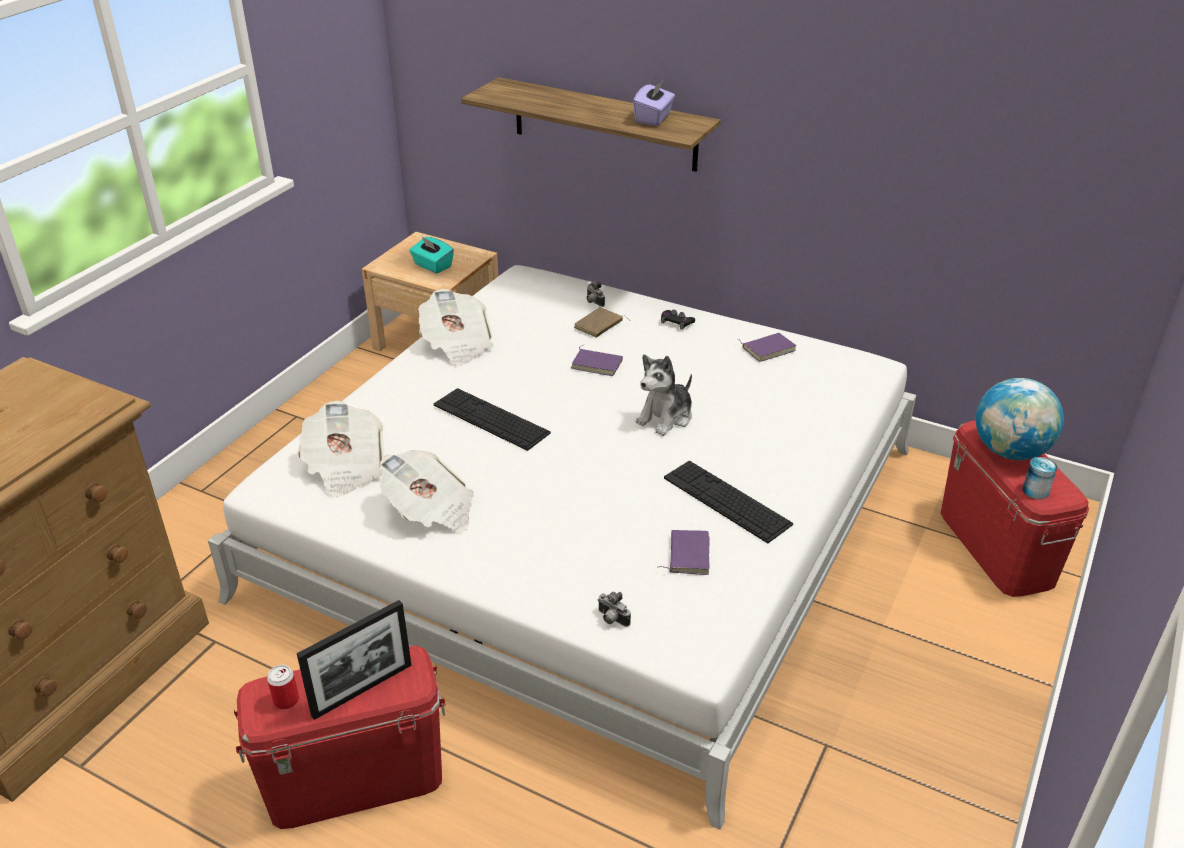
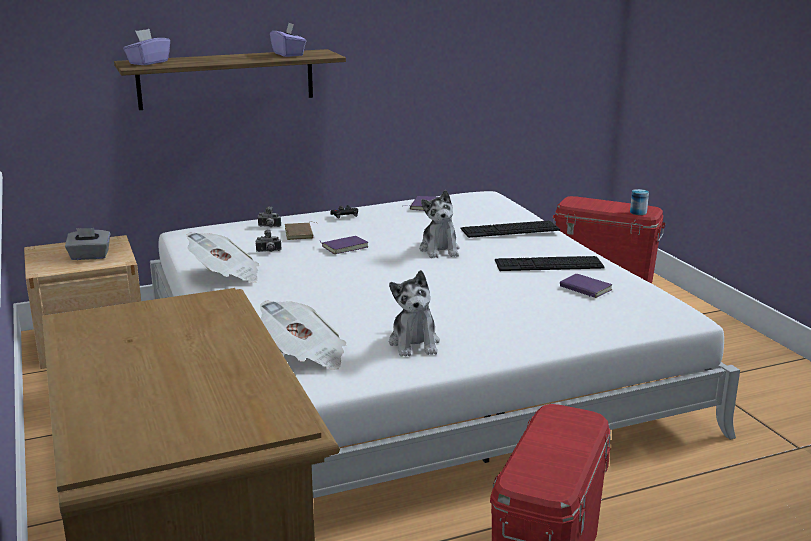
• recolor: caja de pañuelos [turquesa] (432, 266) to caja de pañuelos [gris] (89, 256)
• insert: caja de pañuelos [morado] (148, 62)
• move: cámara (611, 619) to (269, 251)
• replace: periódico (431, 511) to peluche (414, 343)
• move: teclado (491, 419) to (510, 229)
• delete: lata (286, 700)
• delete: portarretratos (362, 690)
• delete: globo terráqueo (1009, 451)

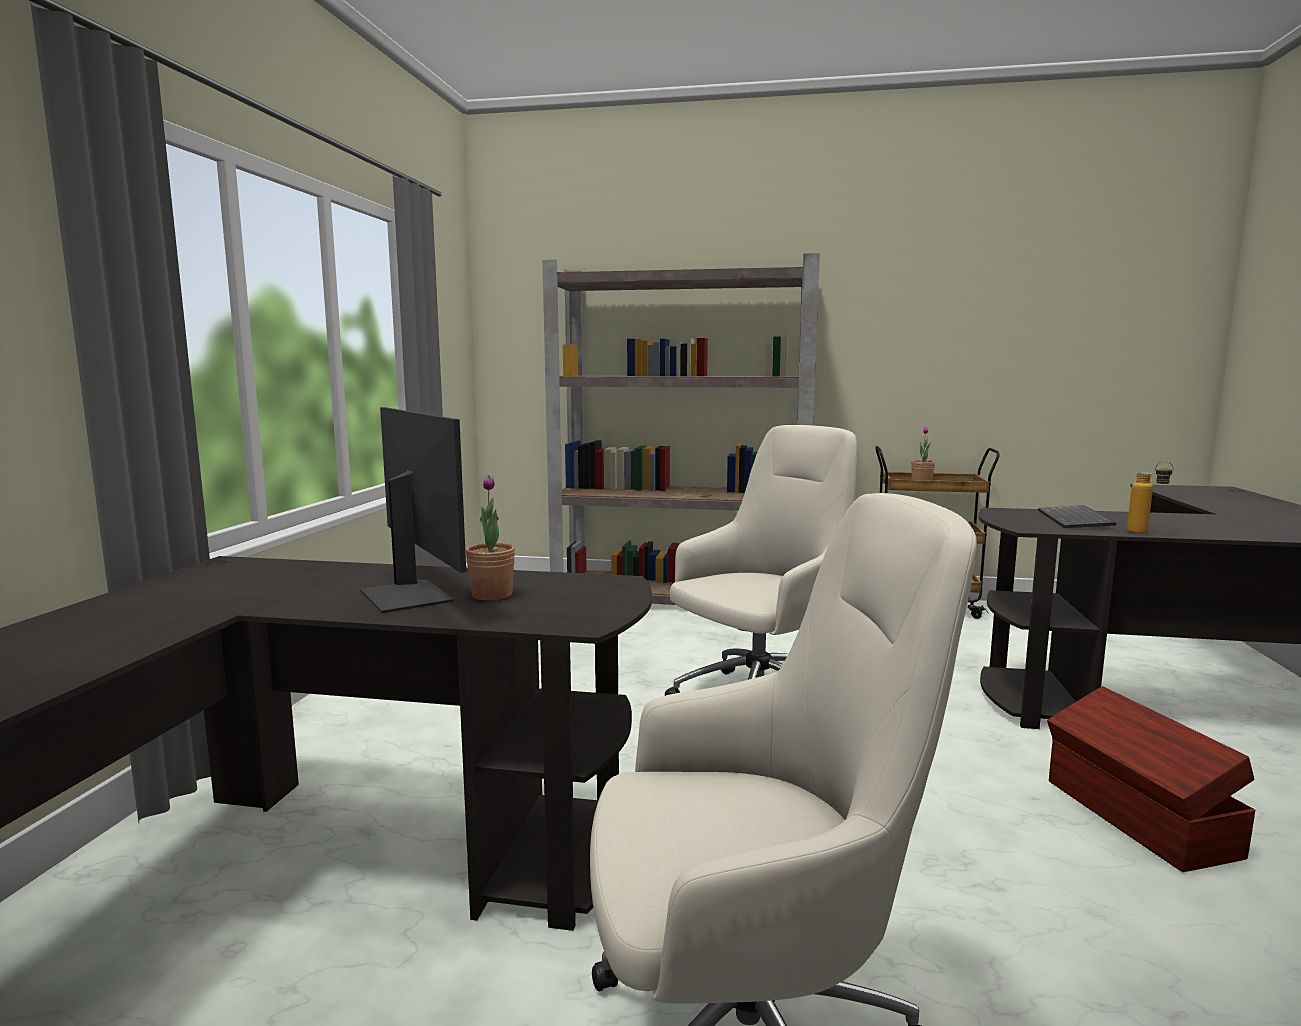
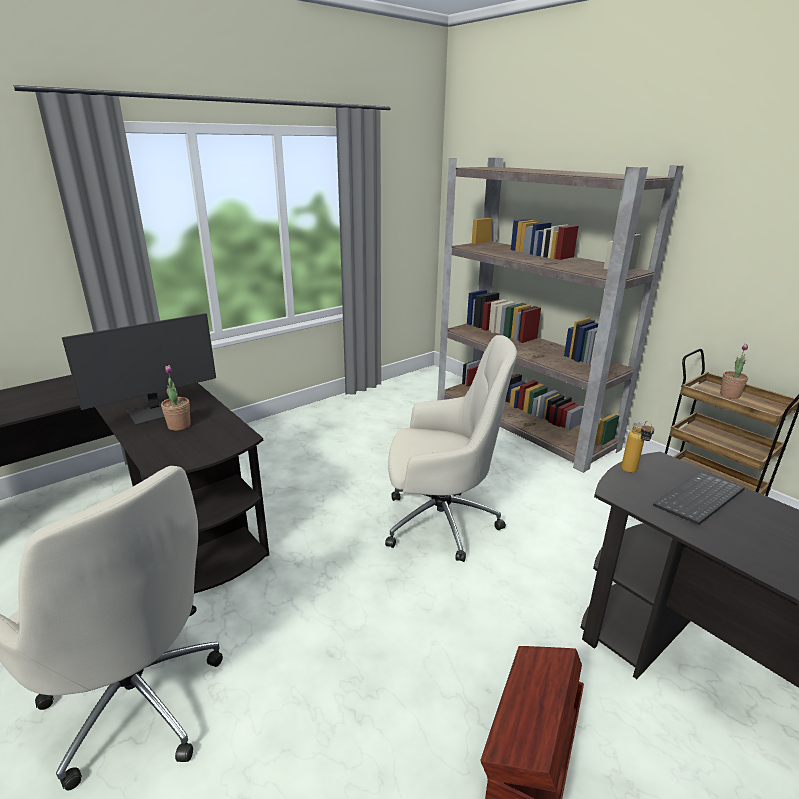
• rotate: monitor (409, 595) = (155, 412) 45 degrees clockwise
• move: botella (1145, 533) to (632, 473)

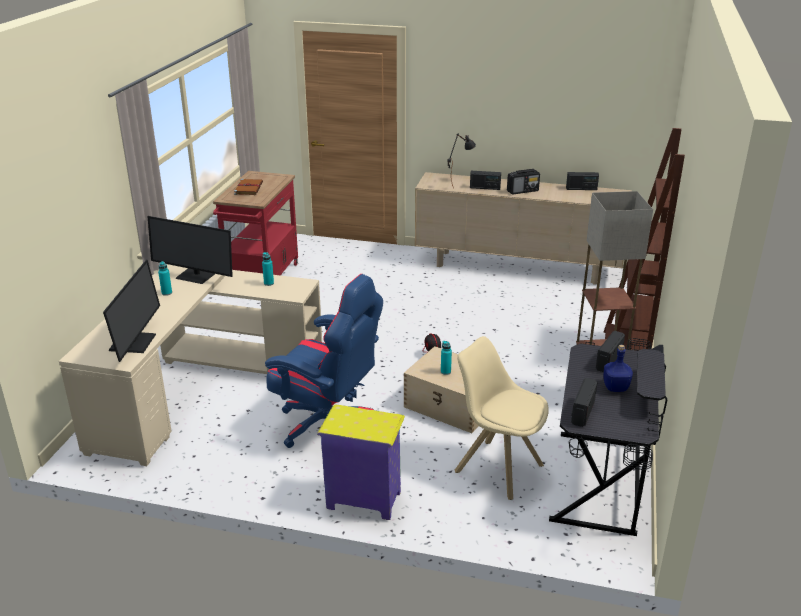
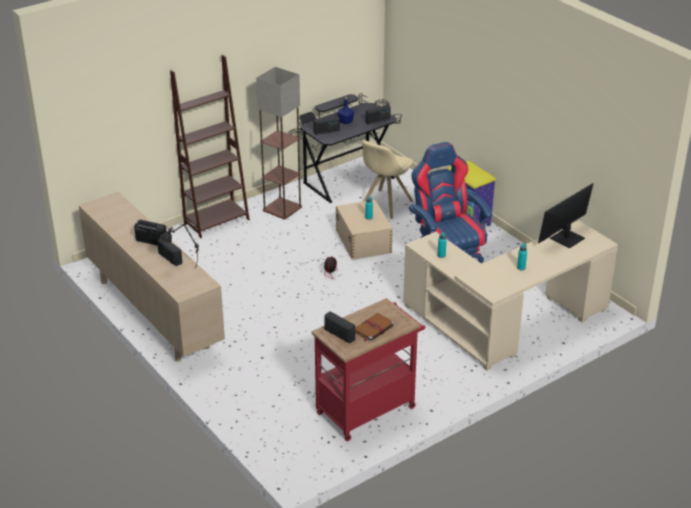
• move: radio (581, 189) to (340, 334)
• rotate: silla [beis] (498, 468) = (385, 204) 45 degrees clockwise
• delete: monitor (196, 275)

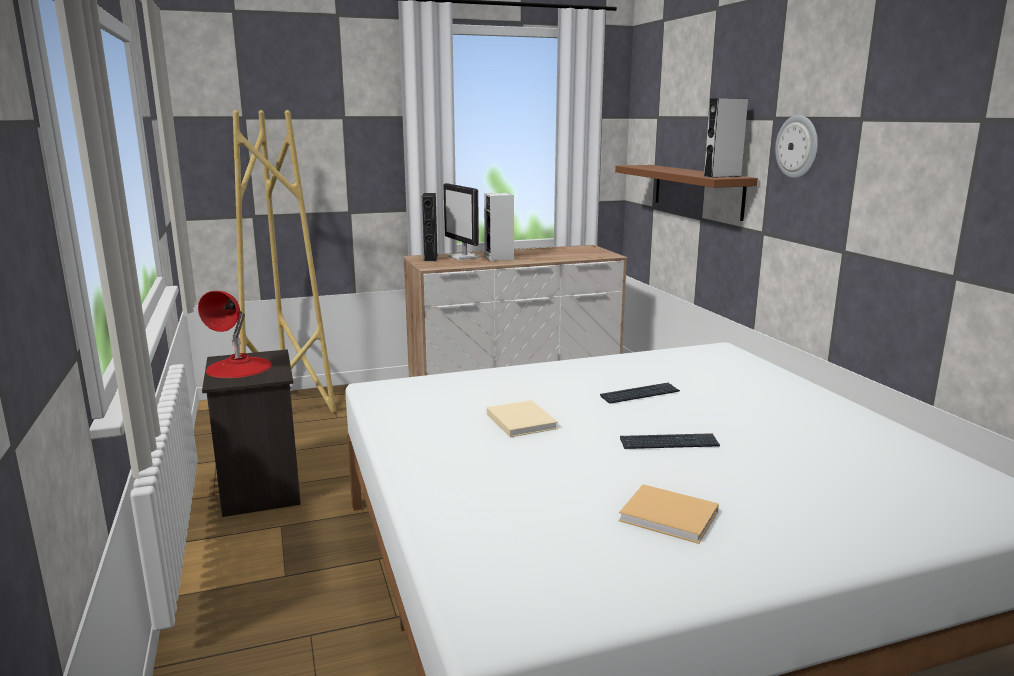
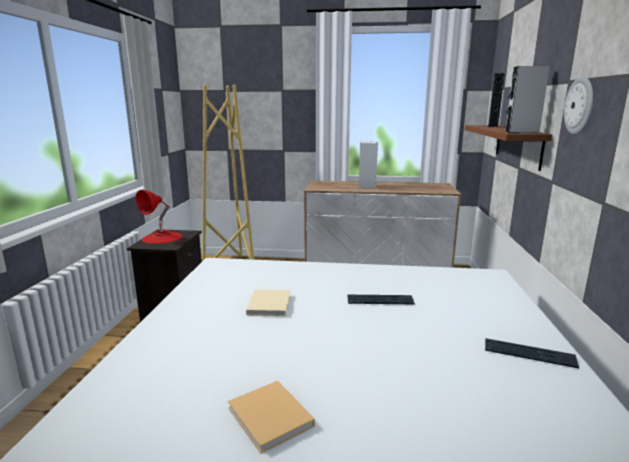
• move: teclado (669, 443) to (529, 354)
• move: altavoz [negro] (430, 258) to (493, 126)
• delete: monitor (464, 257)

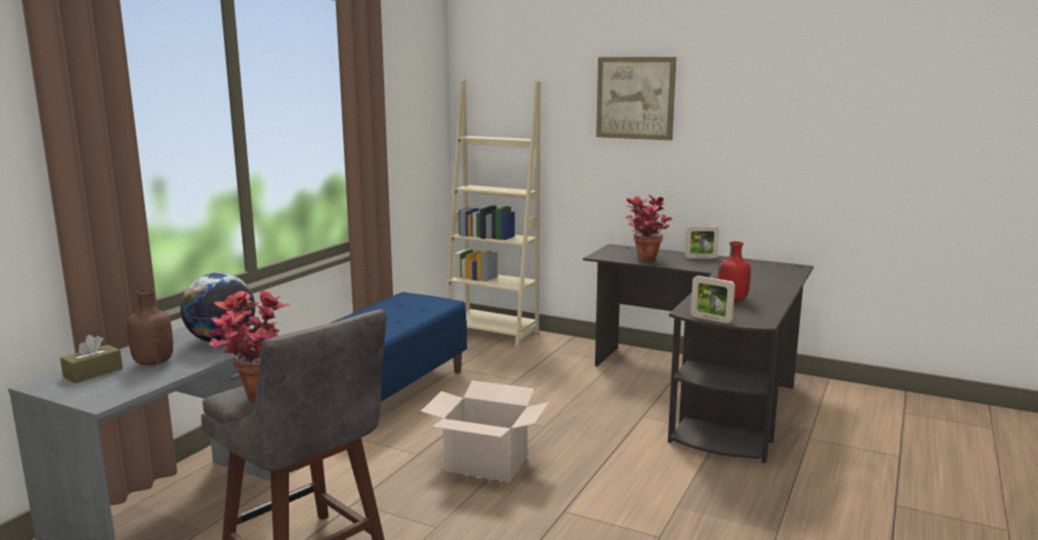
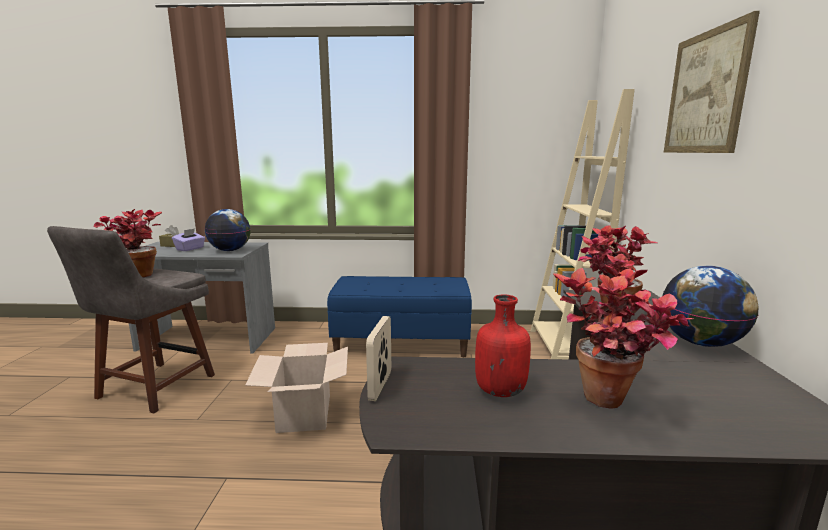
• replace: botella [marrón] (153, 363) to caja de pañuelos [morado] (190, 249)
• insert: planta en maceta (610, 408)
• replace: portarretratos (700, 258) to globo terráqueo (701, 343)

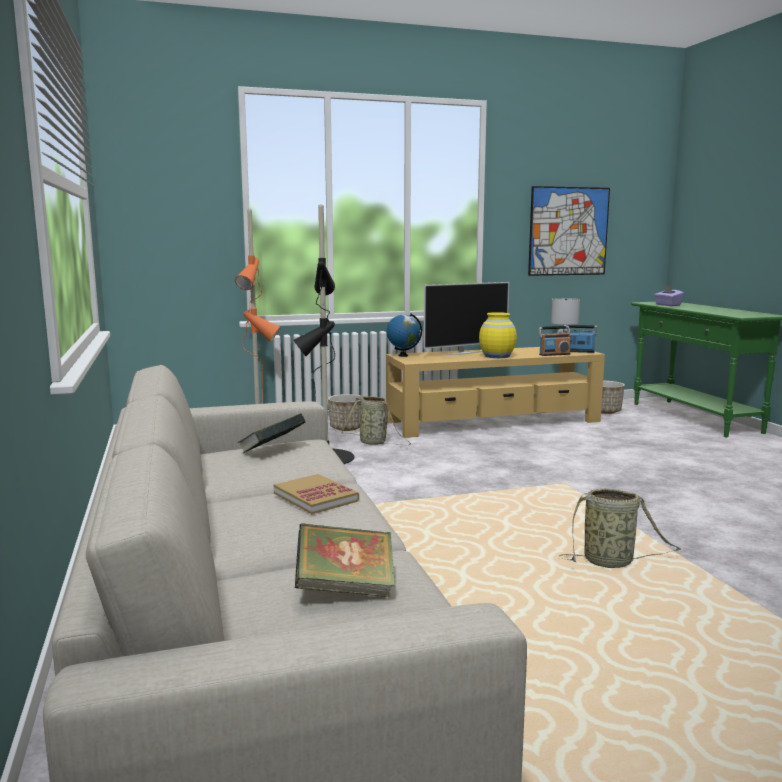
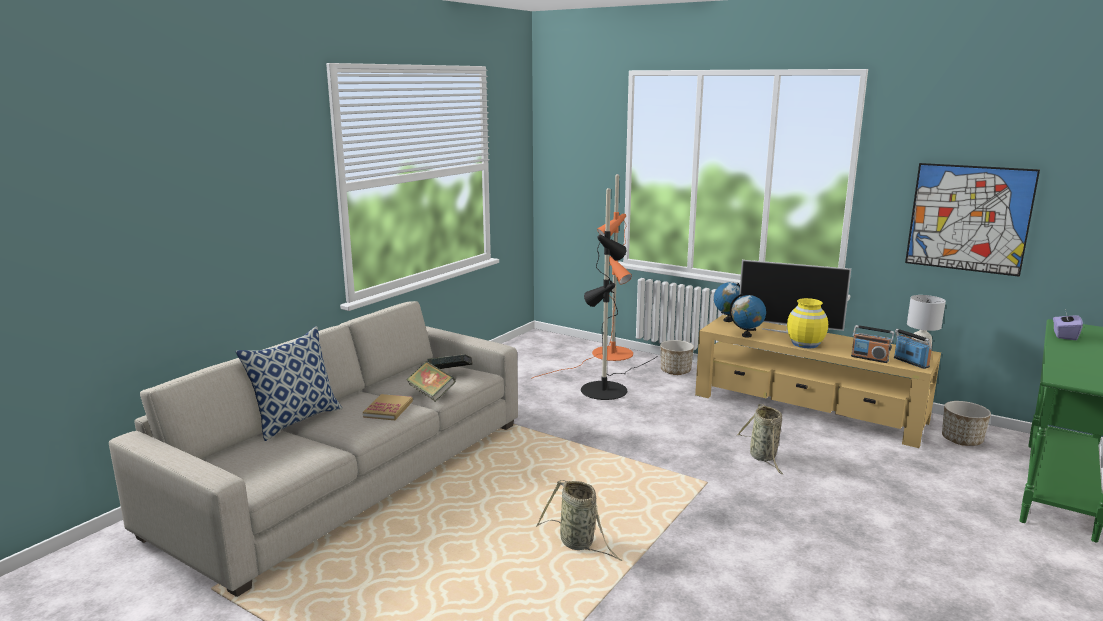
• insert: cojín (296, 420)
• move: libro (345, 589) to (431, 393)
• insert: globo terráqueo (746, 335)
• move: cesta (375, 443) to (763, 457)

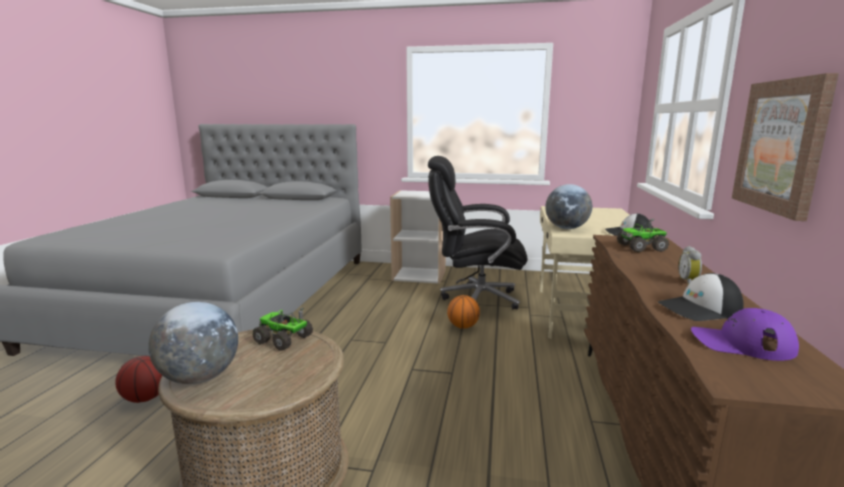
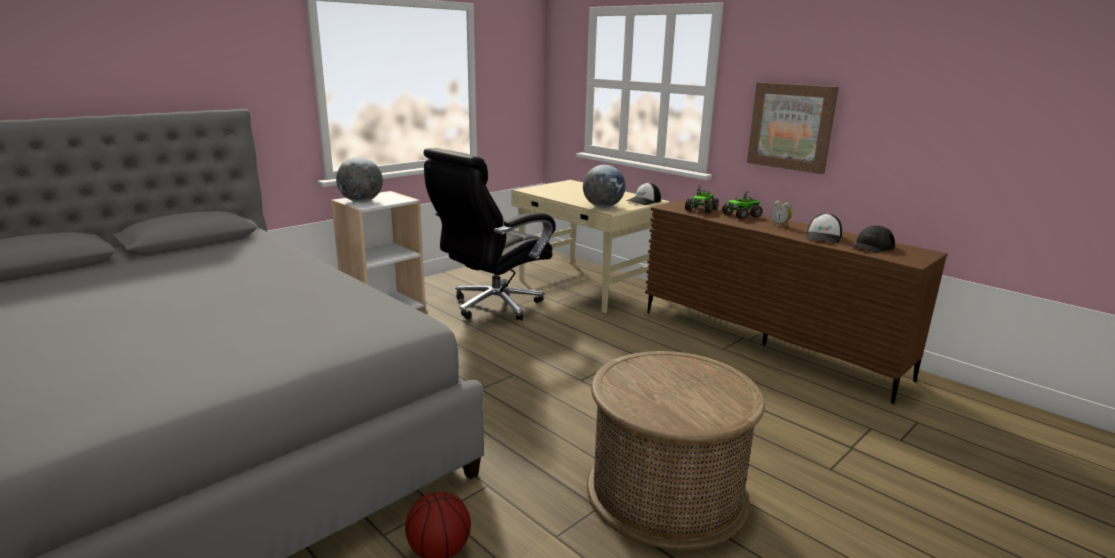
• move: globo terráqueo (199, 378) to (361, 201)
• move: camión de juguete (284, 340) to (742, 215)
• recolor: gorra [morado] (741, 343) to gorra [negro] (871, 246)
• delete: balón de baloncesto (463, 326)

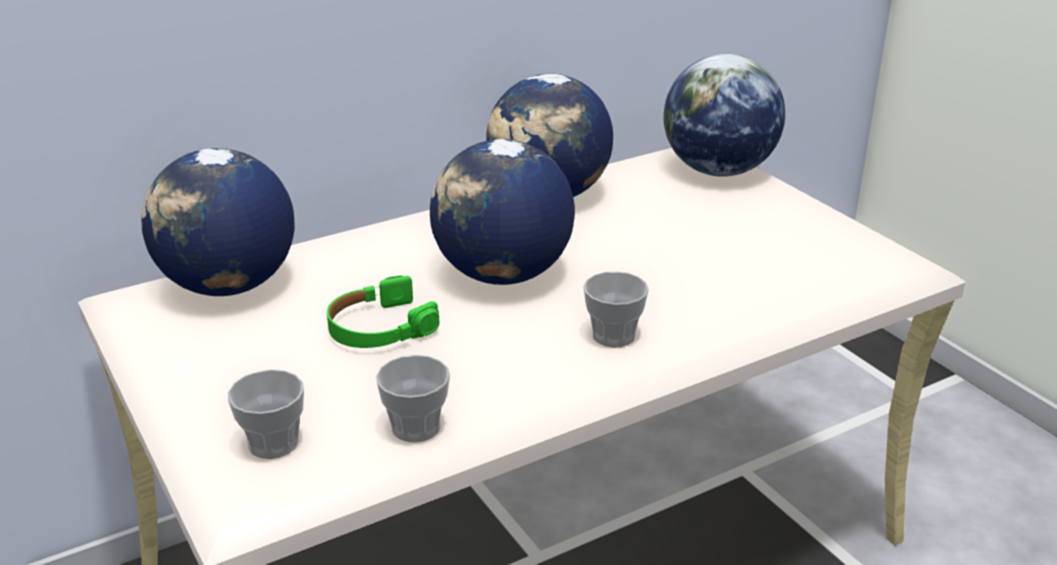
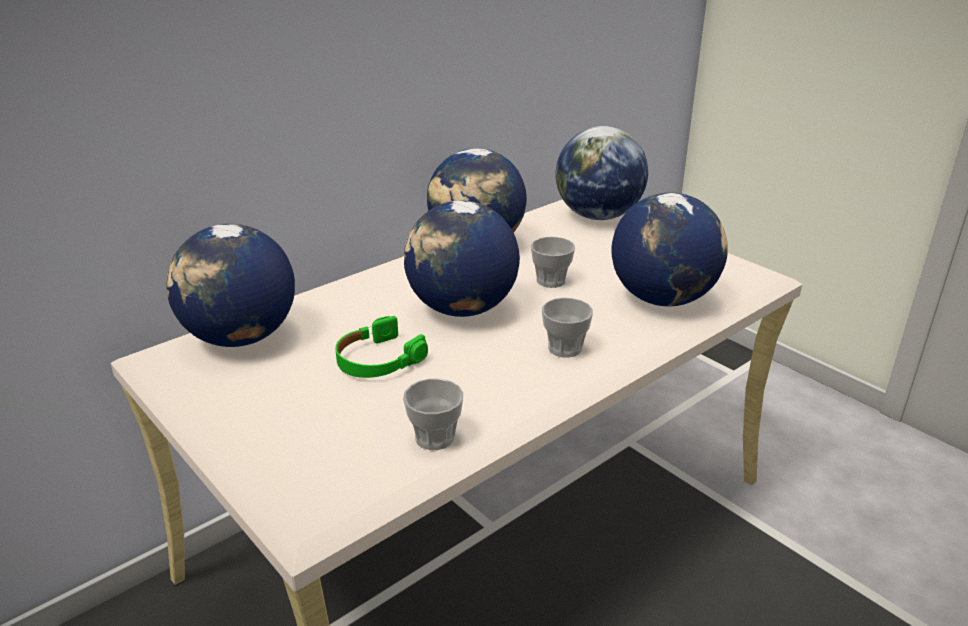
• move: taza (273, 443) to (551, 280)
• insert: globo terráqueo (662, 298)

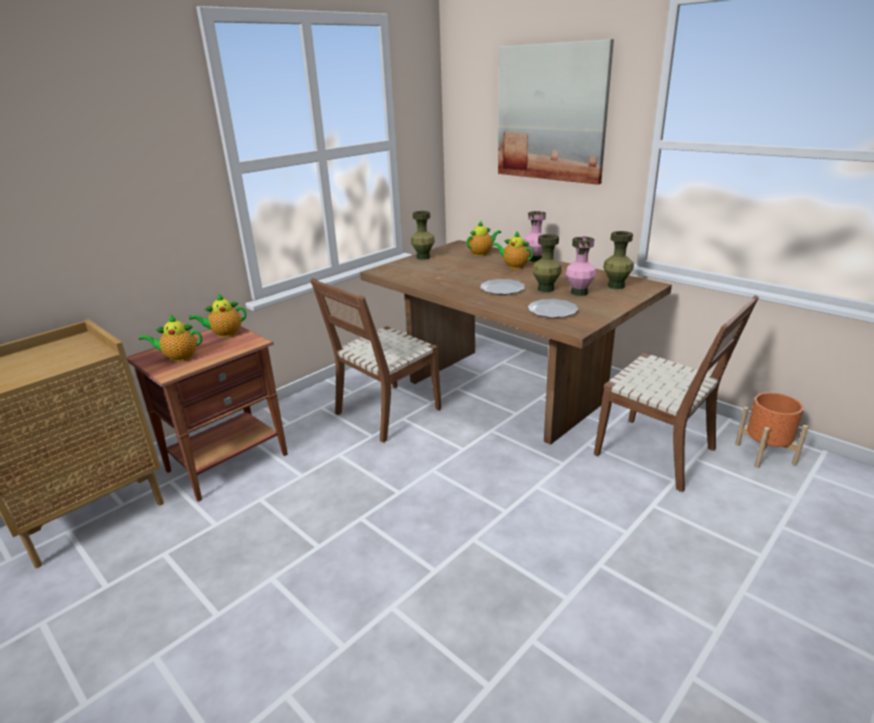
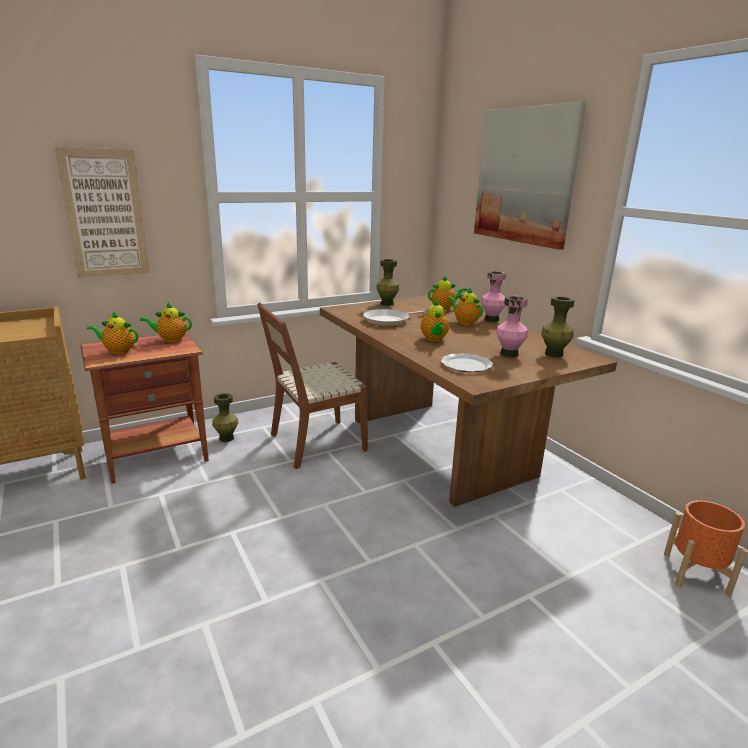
• insert: cuadro (105, 214)
• move: florero [verde] (545, 289) to (226, 438)
• insert: sartén (388, 320)
• replace: plato (501, 289) to tetera (434, 339)
• delete: silla (659, 455)

